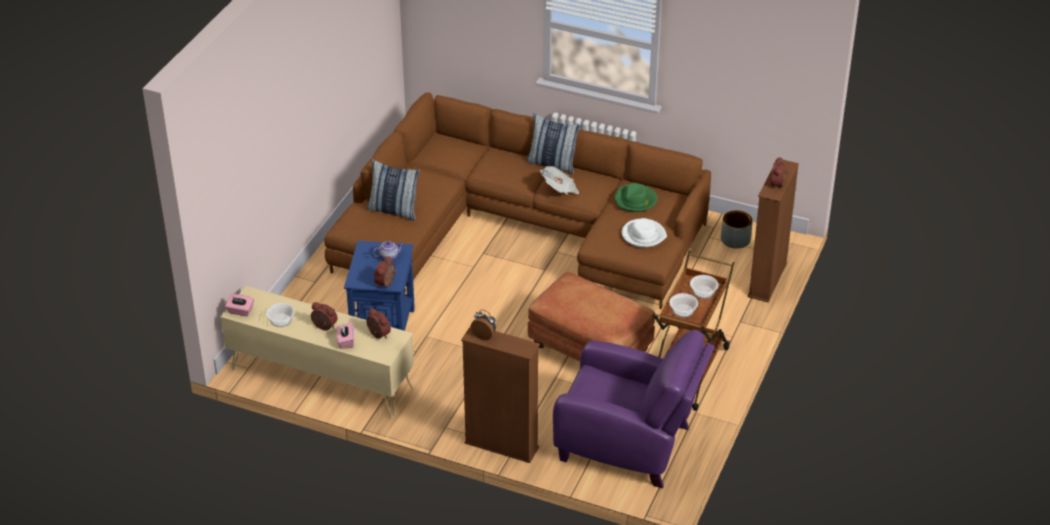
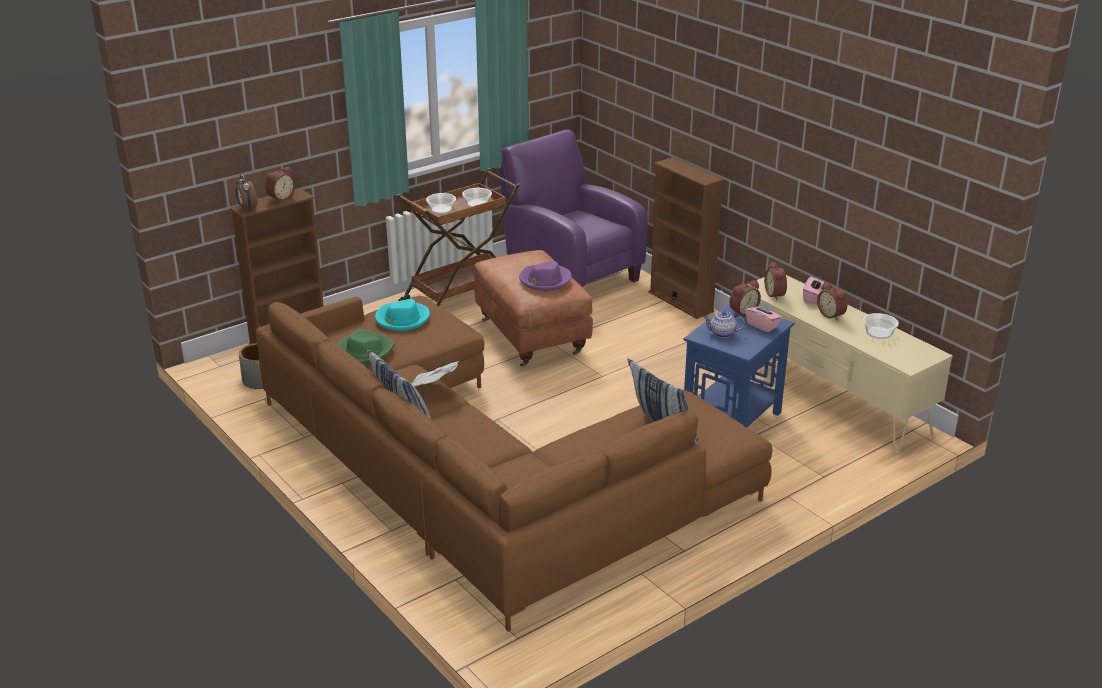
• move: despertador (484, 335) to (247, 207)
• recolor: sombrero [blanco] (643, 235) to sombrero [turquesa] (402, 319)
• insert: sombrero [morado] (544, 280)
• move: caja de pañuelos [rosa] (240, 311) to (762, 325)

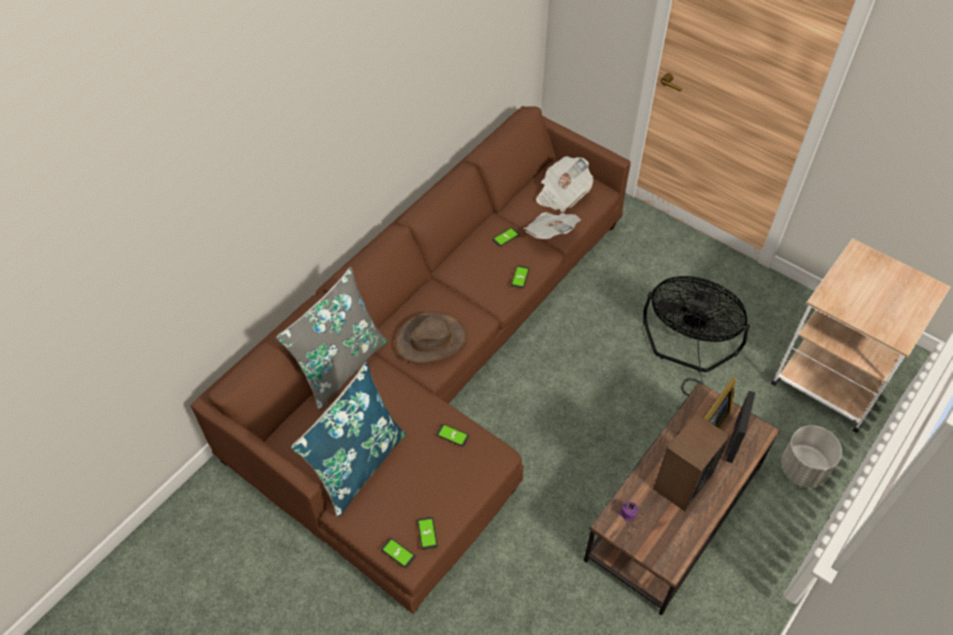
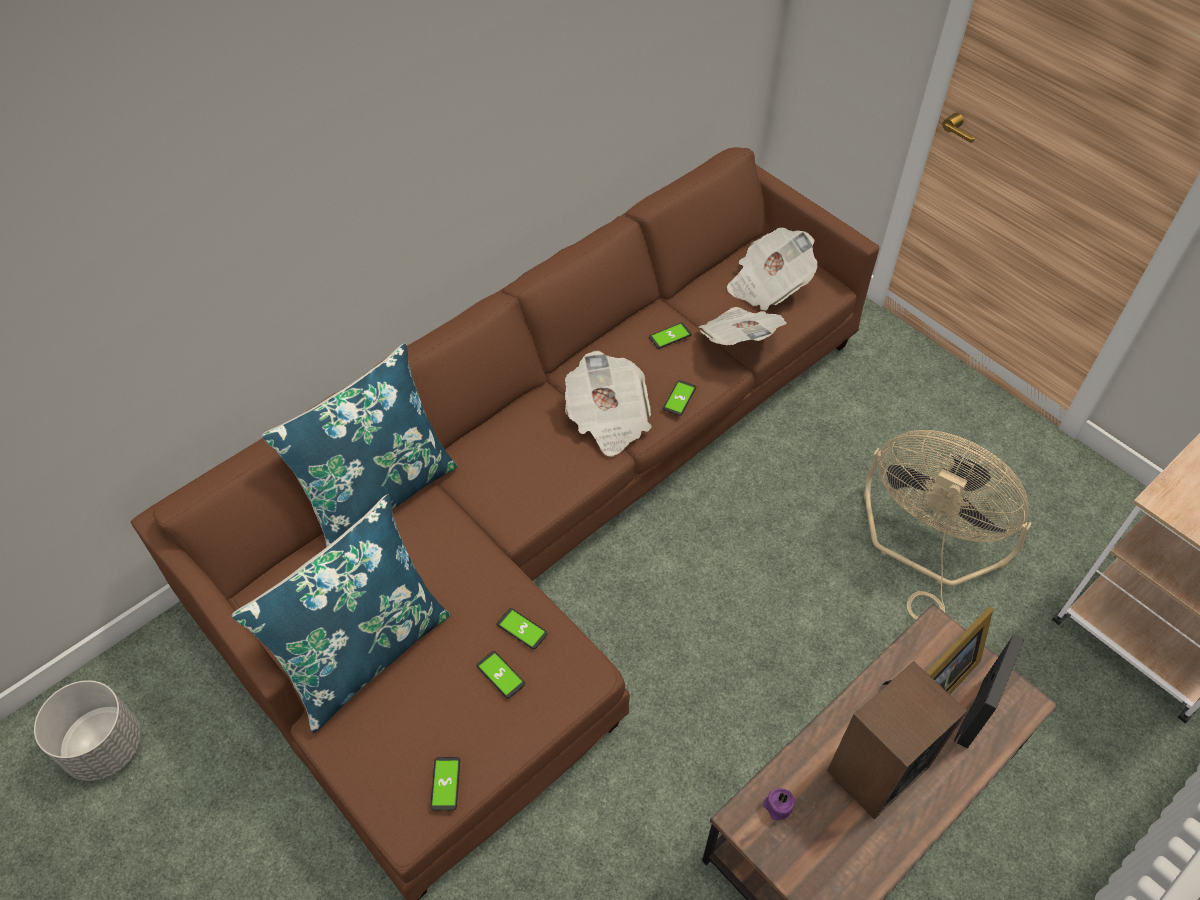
• move: maceta [gris] (803, 469) to (105, 747)
• recolor: cojín [gris] (340, 366) to cojín [azul] (379, 494)
• move: móvil (398, 553) to (500, 675)
• insert: periódico (608, 419)
• recolor: ventilador [negro] (687, 354) to ventilador [beis] (925, 554)
• delete: sombrero [marrón] (431, 340)

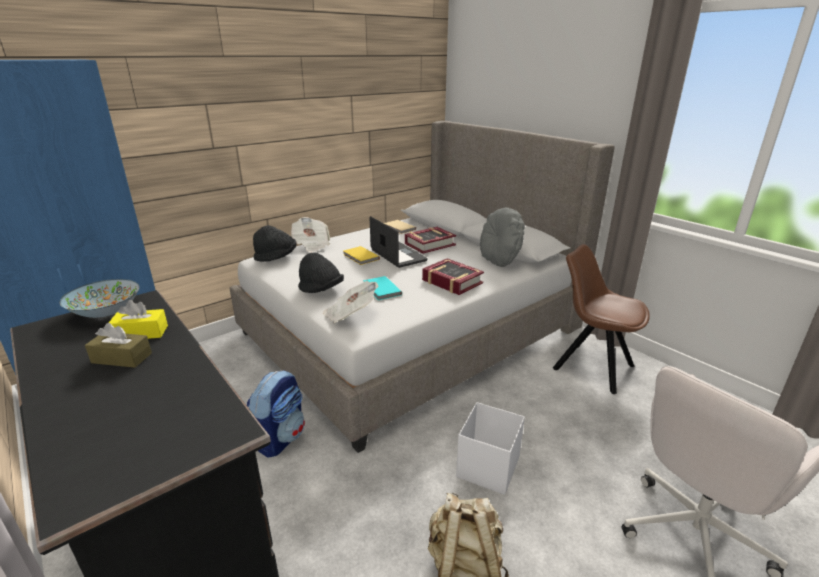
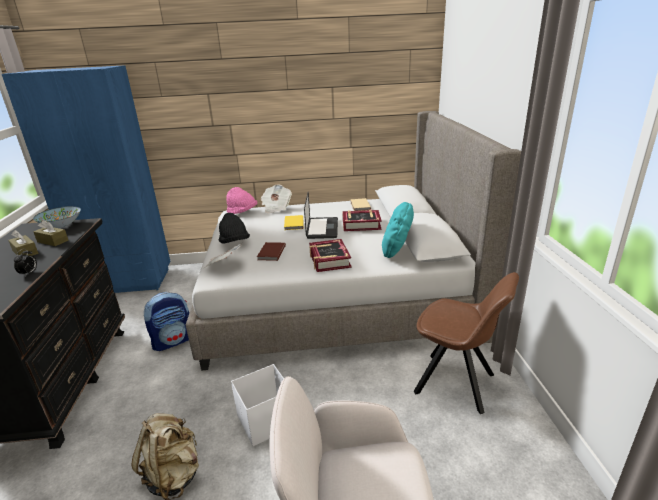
• insert: despertador (29, 273)
• recolor: caja de pañuelos [amarillo] (141, 333) to caja de pañuelos [marrón] (53, 241)
• recolor: sombrero [negro] (276, 257) to sombrero [rosa] (242, 212)
• recolor: libro [turquesa] (381, 290) to libro [marrón] (270, 253)
• recolor: cojín [gris] (499, 261) to cojín [turquesa] (396, 252)
• rotate: silla [marrón] (592, 367) = (455, 383) 135 degrees clockwise

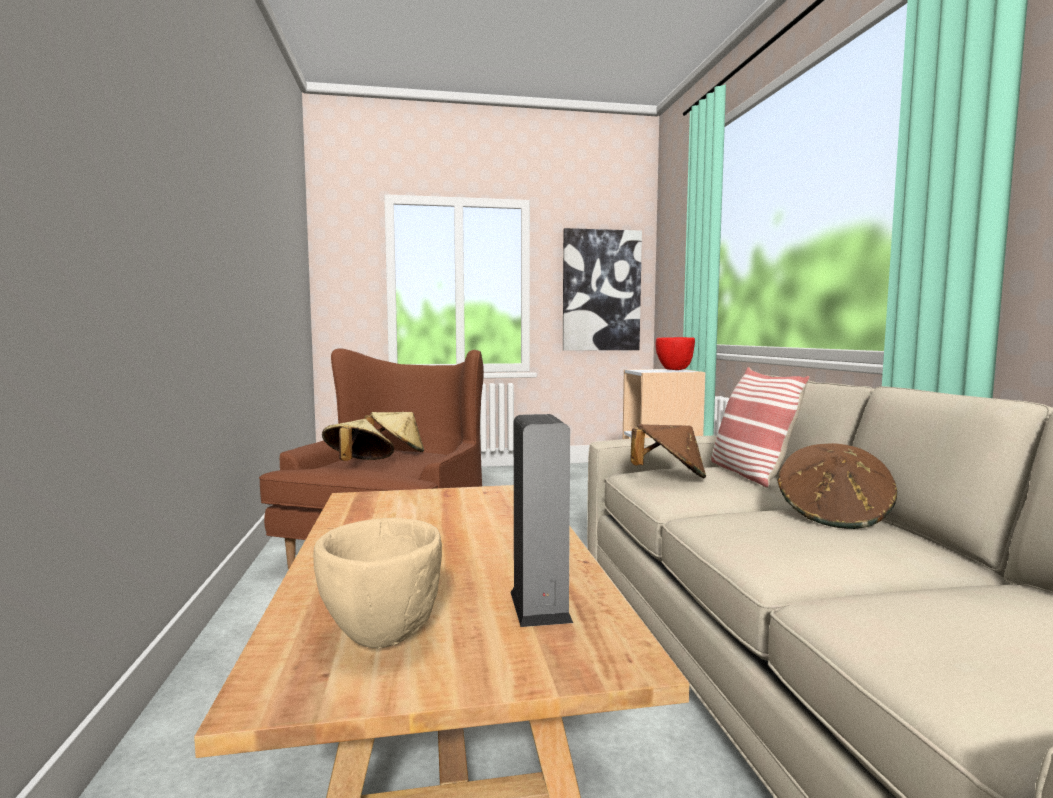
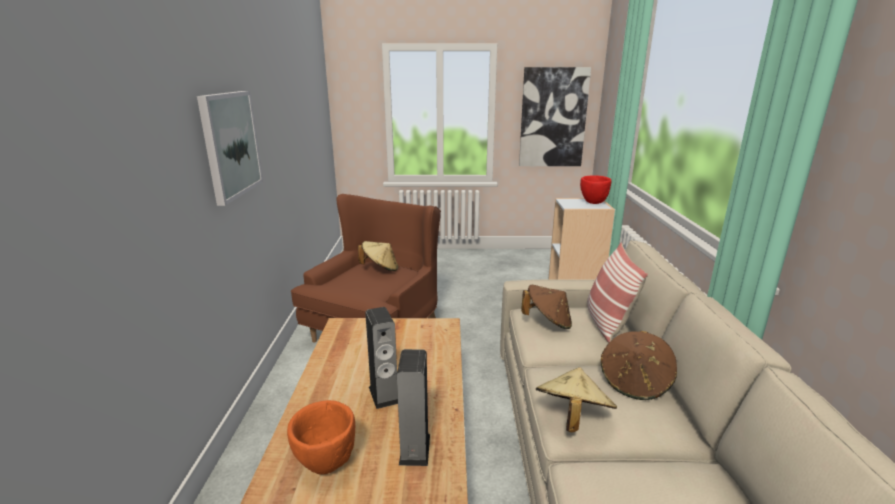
• insert: cuadro (230, 144)
• recolor: cuenco [beis] (383, 637) to cuenco [naranja] (326, 464)
• insert: altavoz (384, 395)
• move: sombrero [beis] (358, 465) to (572, 418)

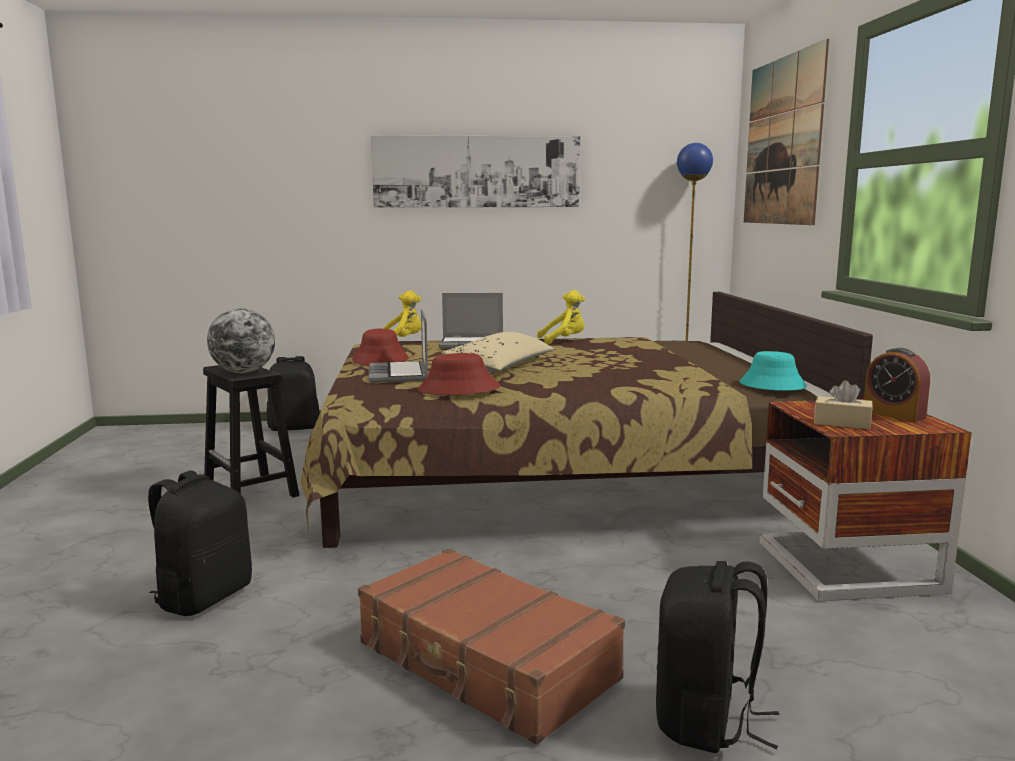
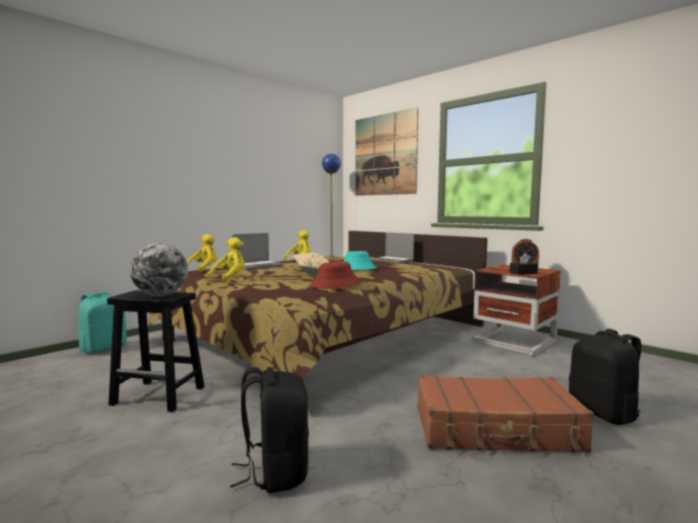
• recolor: mochila [negro] (294, 427) to mochila [turquesa] (104, 348)
• replace: sombrero [rojo] (380, 359) to peluche [amarillo] (230, 278)
• move: sombrero [turquesa] (772, 385) to (357, 268)
• move: portátil (399, 374) to (393, 261)
• recolor: caja de pañuelos [beis] (842, 423) to caja de pañuelos [negro] (523, 273)
• delete: cuadro (477, 172)

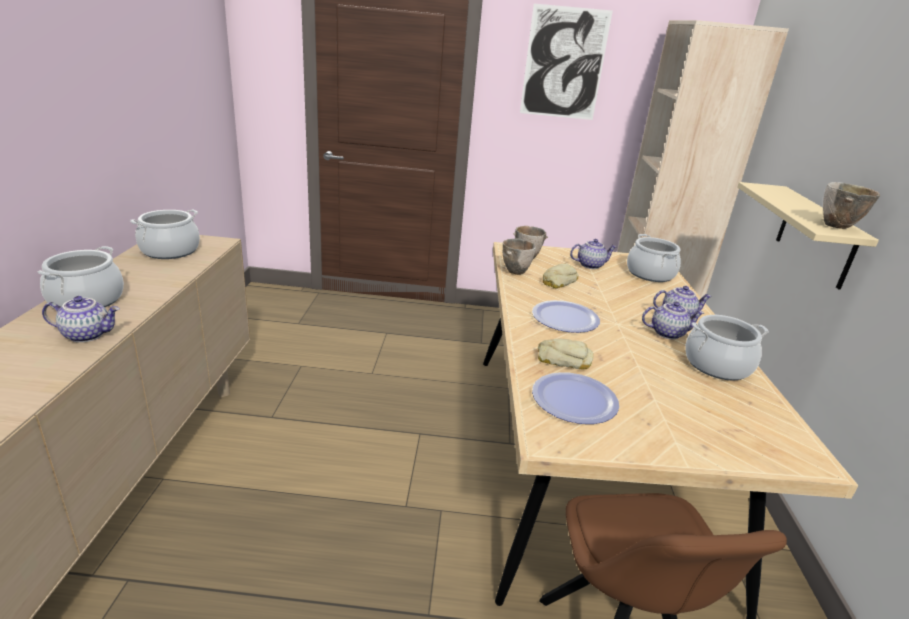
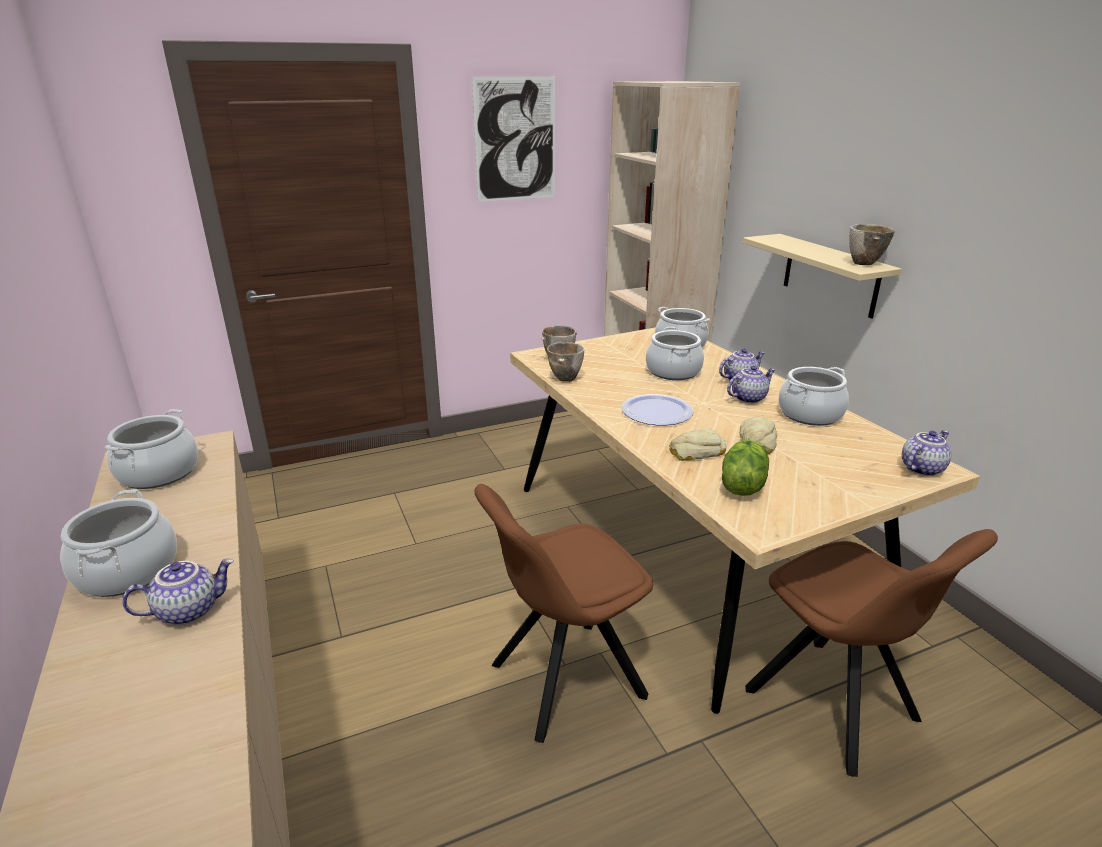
• insert: silla [marrón] (566, 680)
• insert: olla (673, 371)
• replace: plato (574, 399) to lechuga (741, 485)
• move: pan (558, 281) to (757, 442)
• move: tetera (590, 265) to (921, 468)

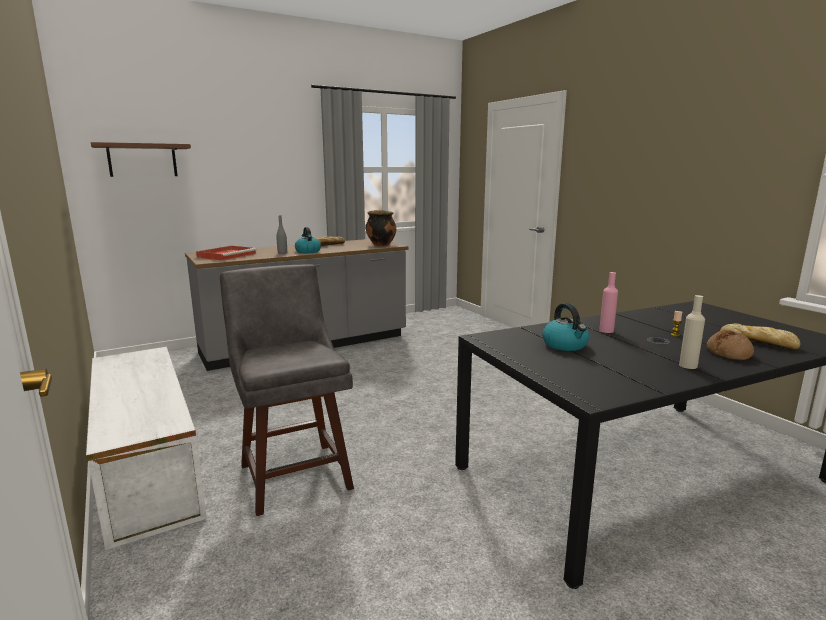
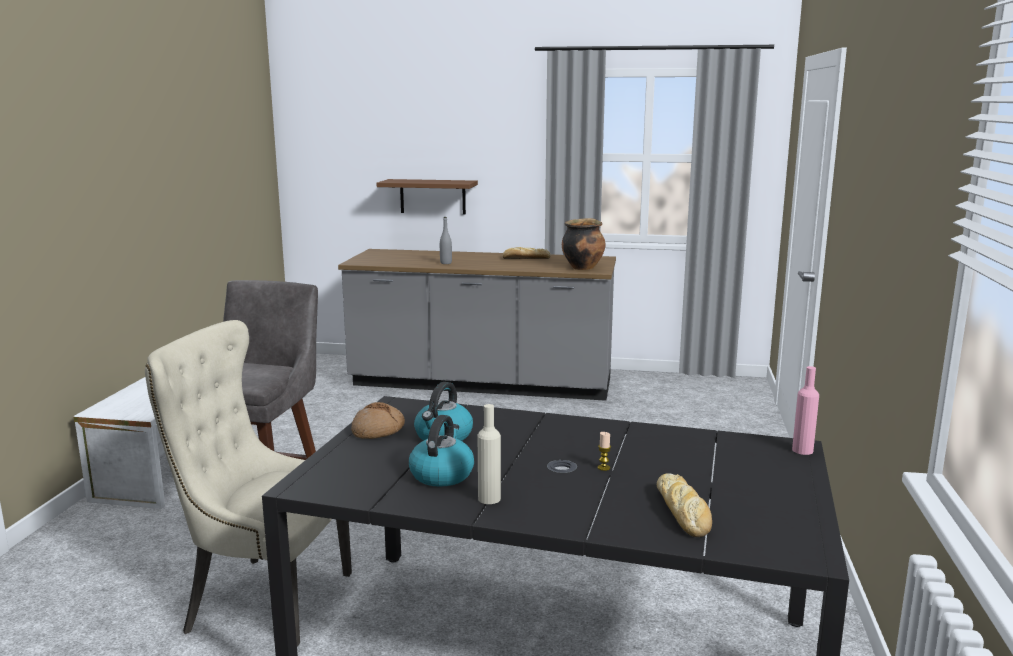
• insert: silla [beis] (266, 601)
• move: pan (729, 353) to (378, 431)
• move: estante [marrón] (142, 160) to (432, 196)
• move: hervidor (307, 251) to (442, 474)
• move: botella [rosa] (606, 330) to (802, 450)
• delete: bandeja [rojo] (227, 255)

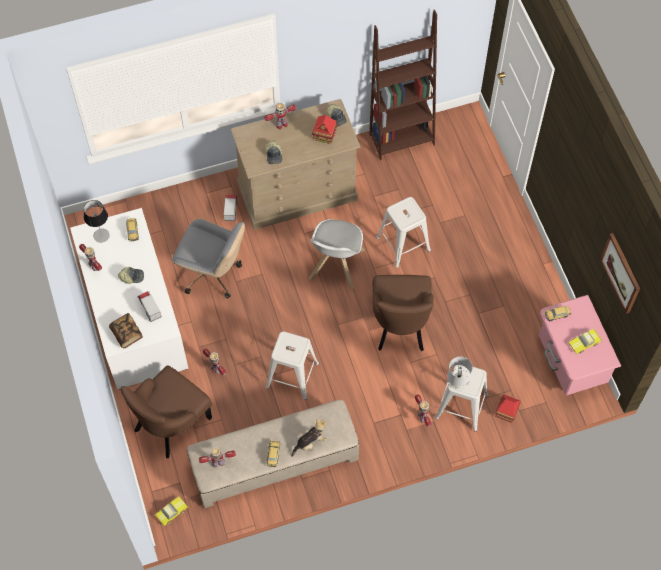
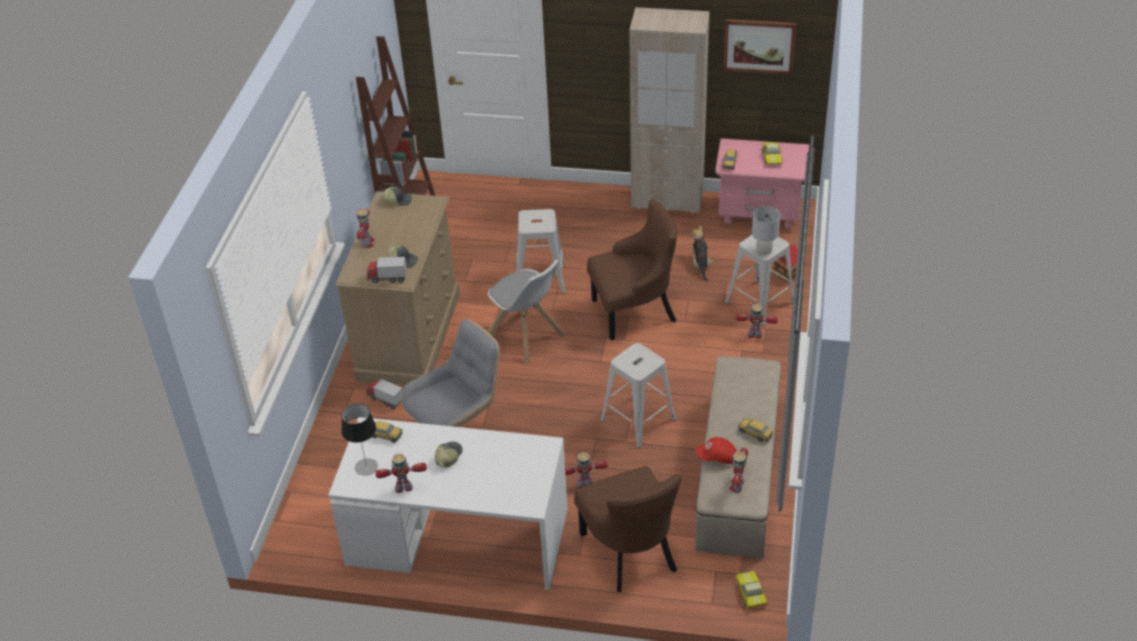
• move: camión de juguete (150, 309) to (387, 278)
• rotate: silla [marrón] (400, 323) = (633, 313) 45 degrees counterclockwise
• insert: armario [beis] (668, 202)
• move: peluche (310, 442) to (700, 265)
• insert: gorra [rojo] (717, 458)
• delete: libro (127, 334)
• delete: casita (324, 136)

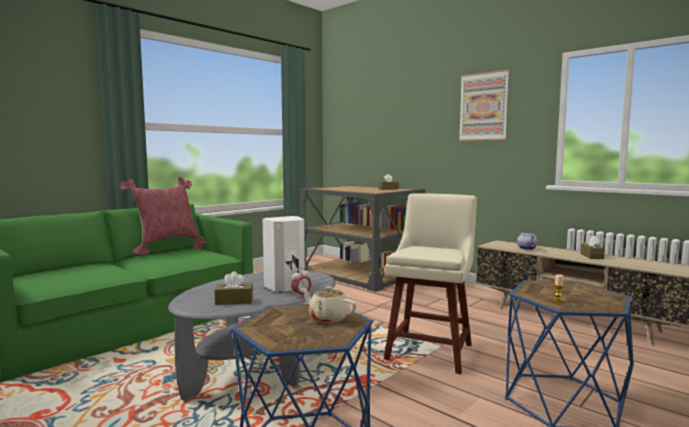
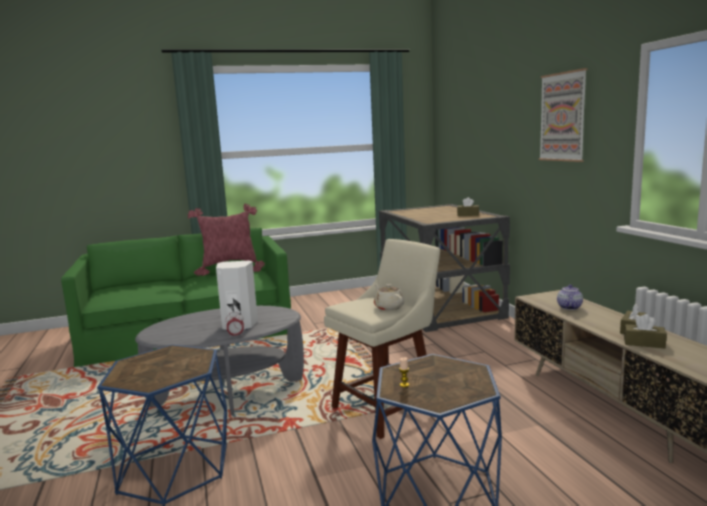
• move: tetera [beis] (328, 318) to (388, 307)
• move: caja de pañuelos [marrón] (234, 301) to (644, 343)

